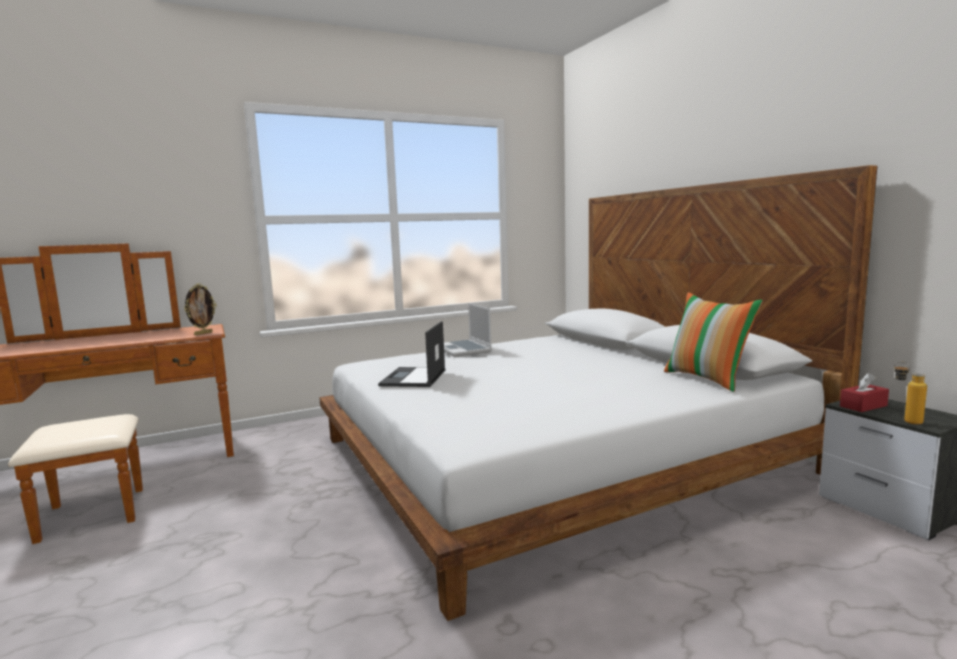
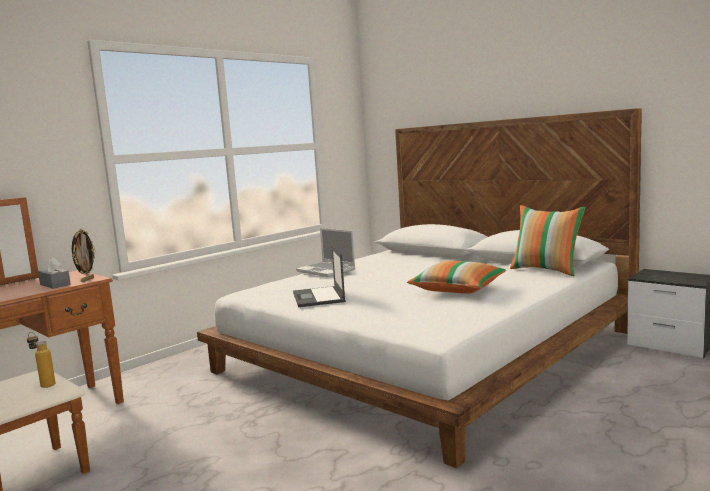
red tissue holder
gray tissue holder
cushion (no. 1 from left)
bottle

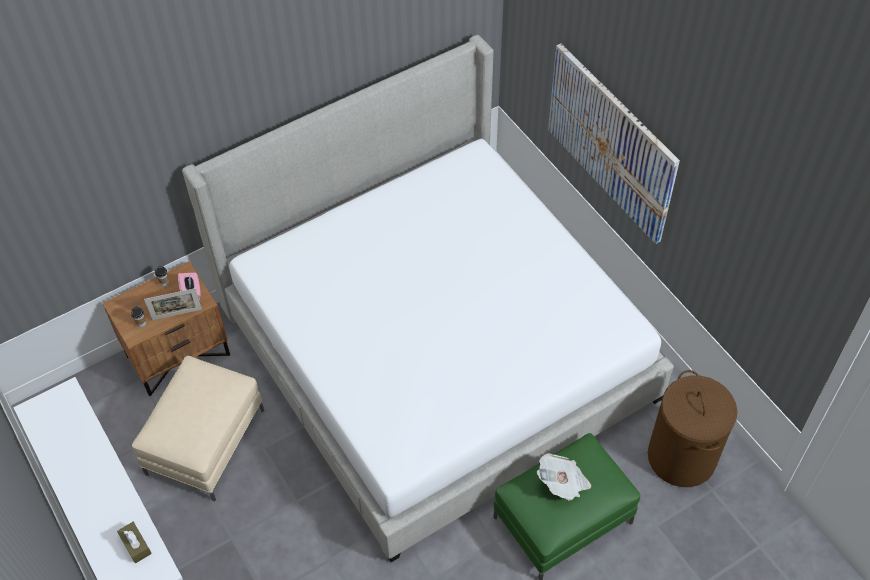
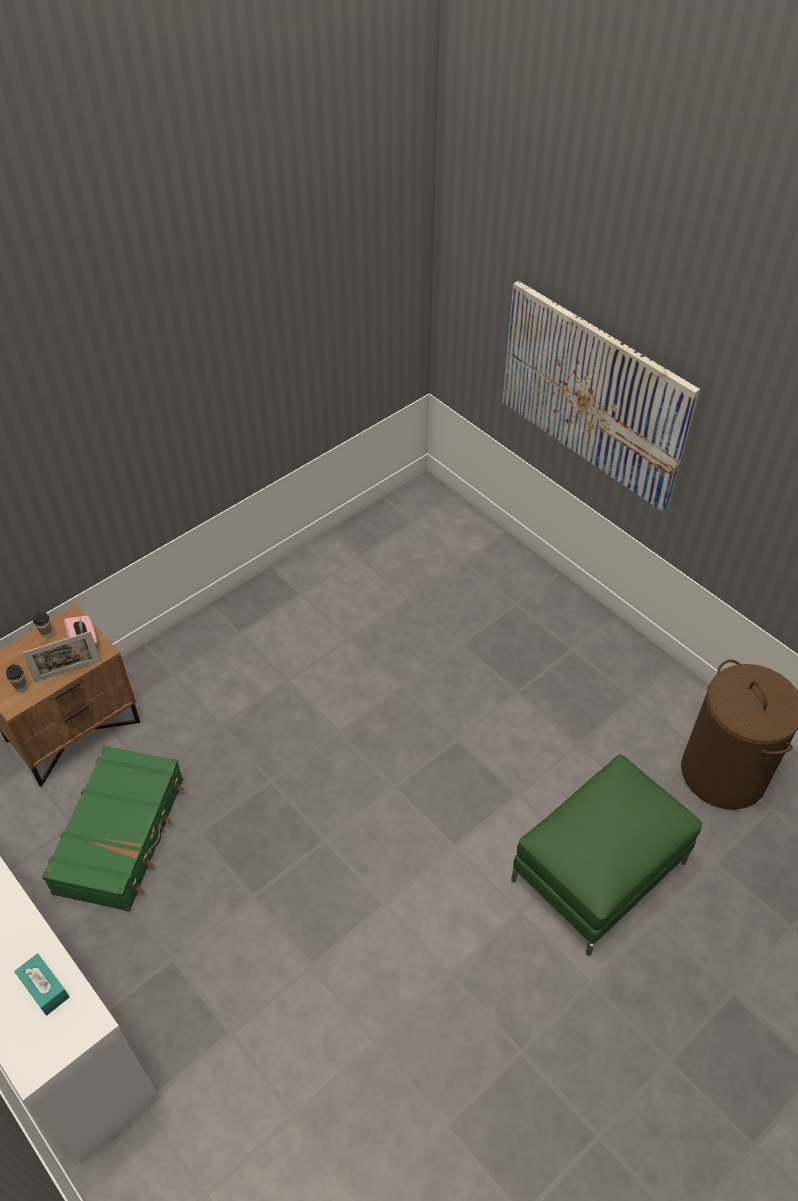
bedroom bed
daily paper
green-coloured piece of luggage
blue-green tissue holder

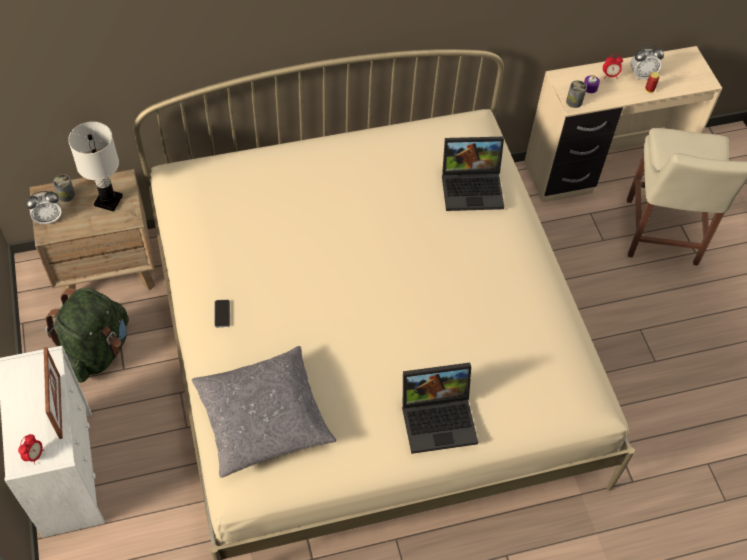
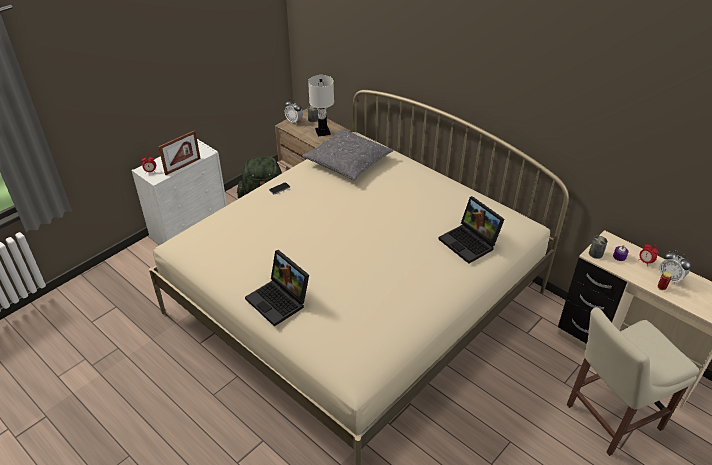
gray cushion

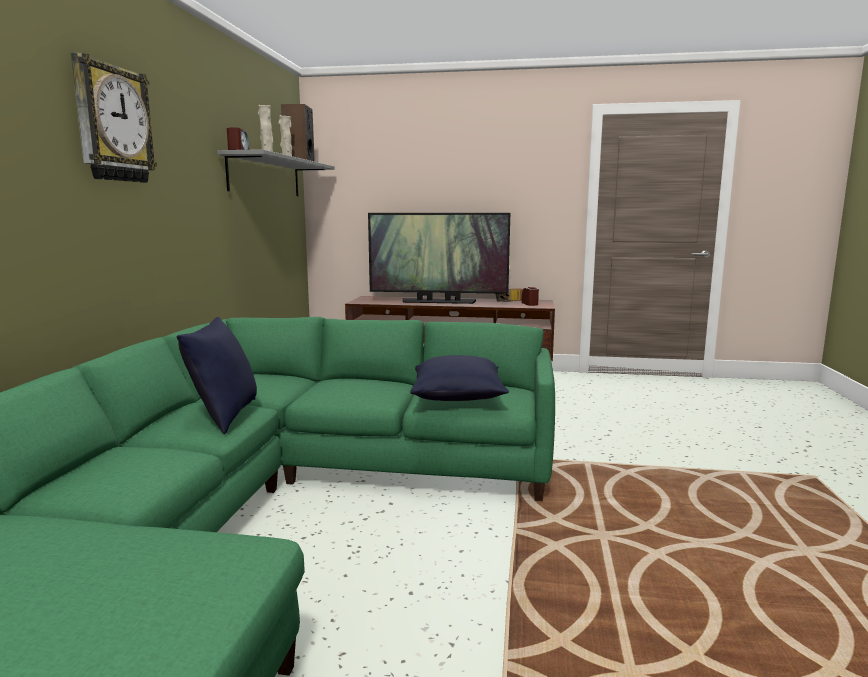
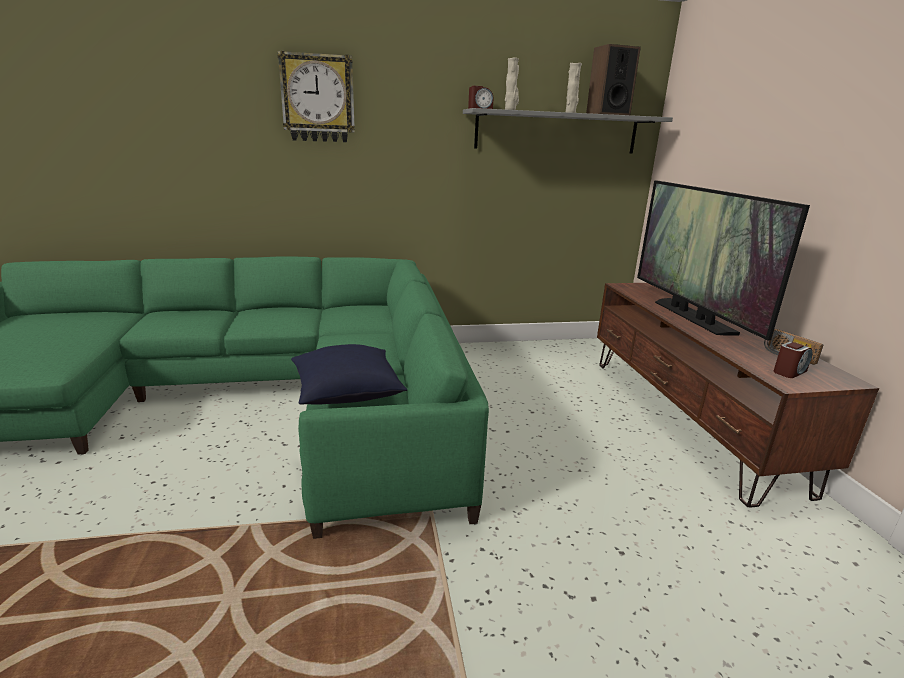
bluish cushion (no. 1 from left in the first image)

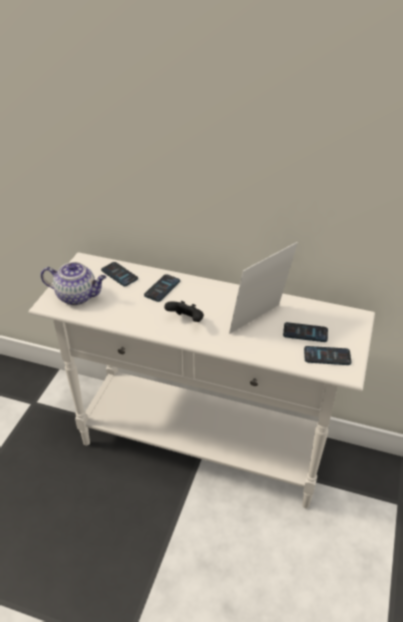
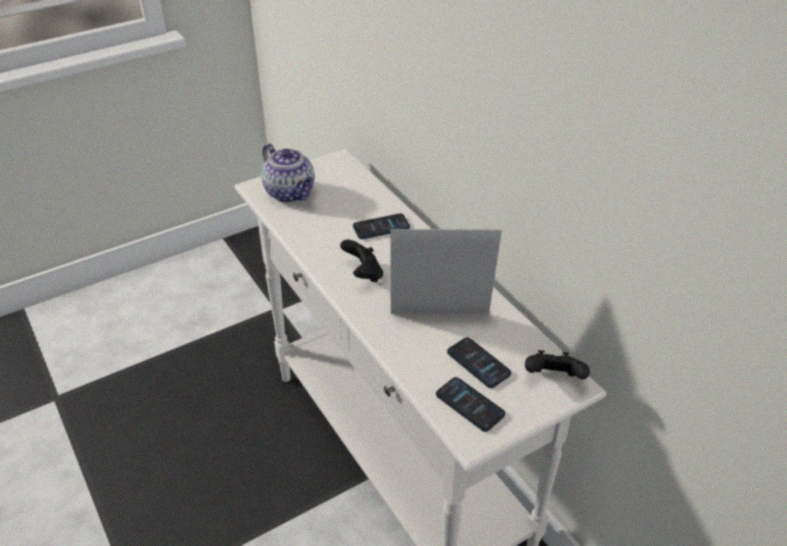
handset (no. 1 from left in the first image)
black-coloured game controller (no. 2 from left)

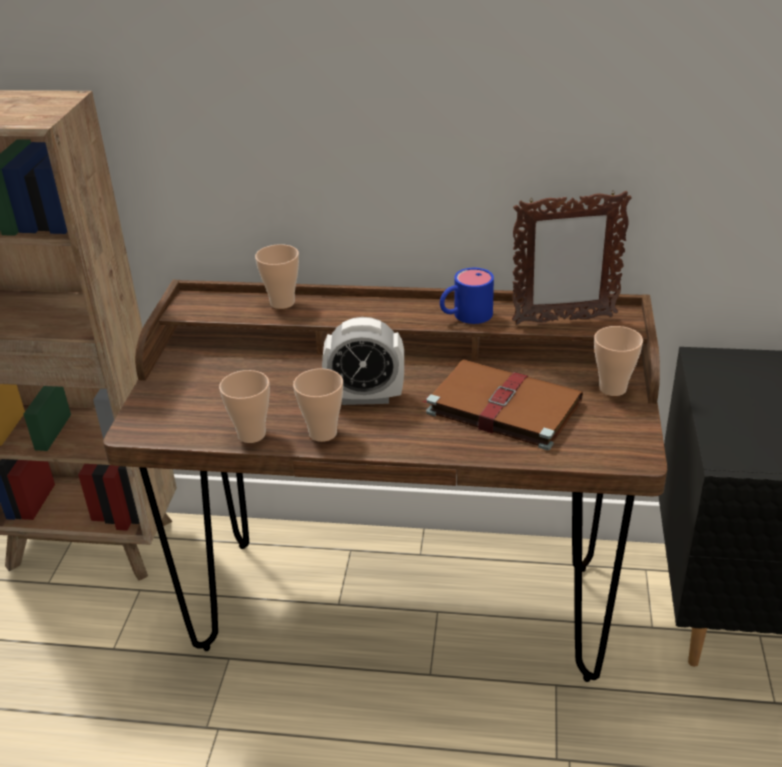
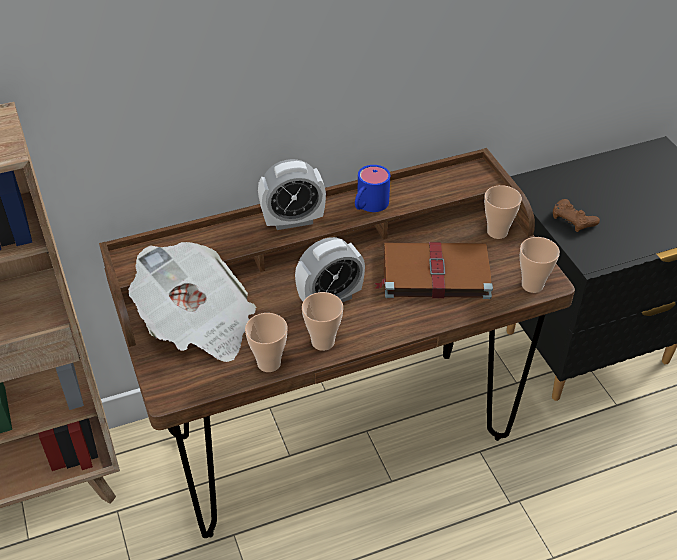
photo frame
daily paper
bedside clock (no. 1 from left)
brown game controller
small cup (no. 4 from left)

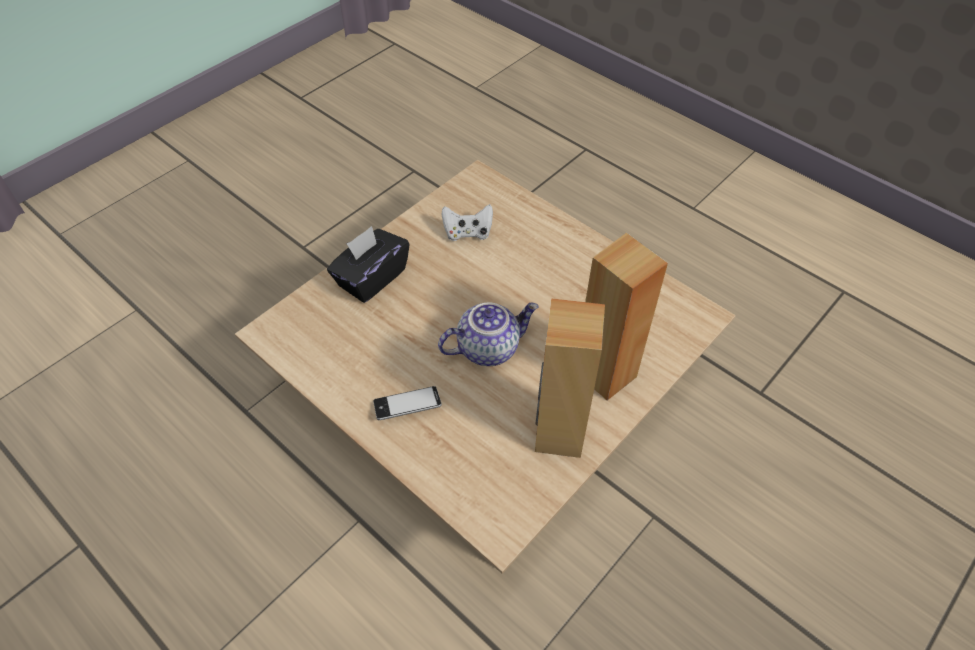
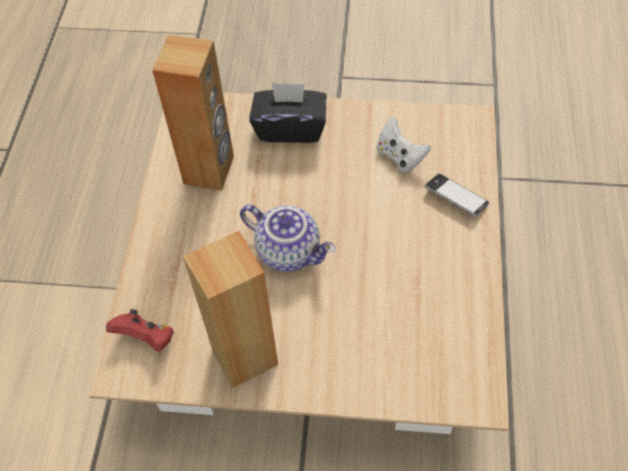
red game controller
handset
brown audio speaker (no. 1 from left)

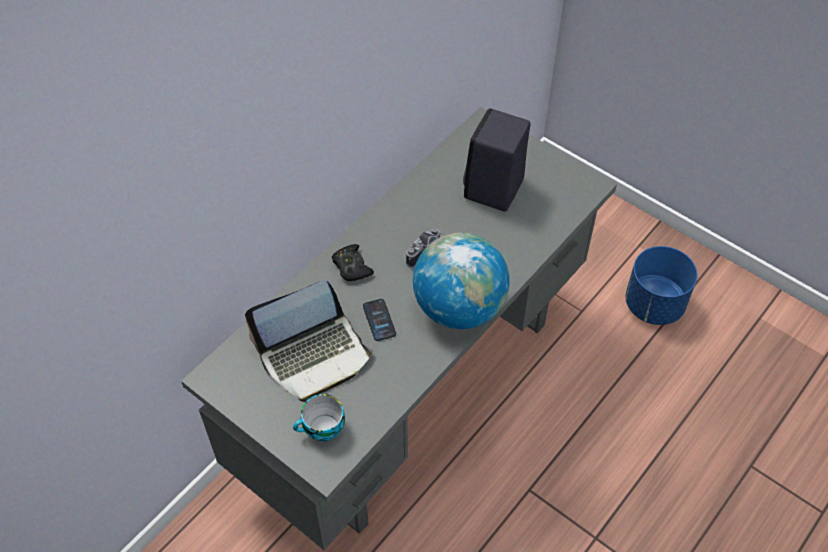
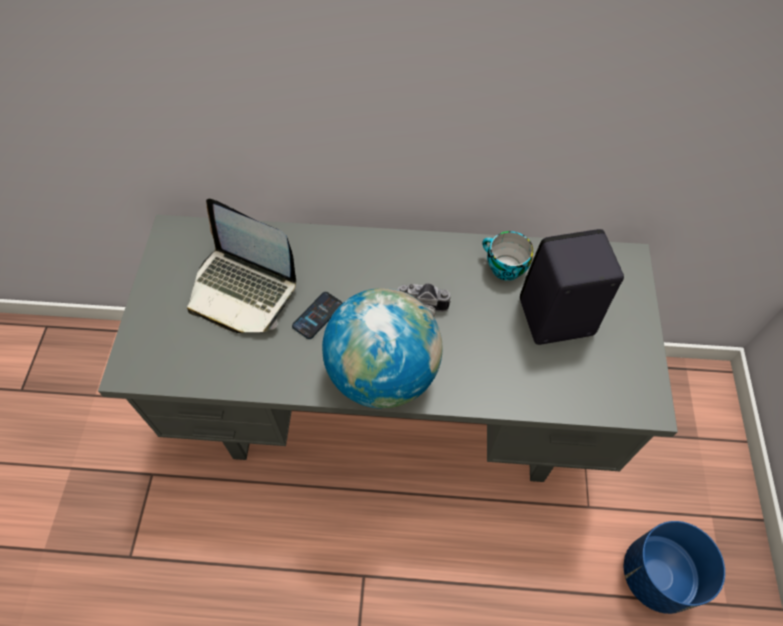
black-coloured game controller
small cup

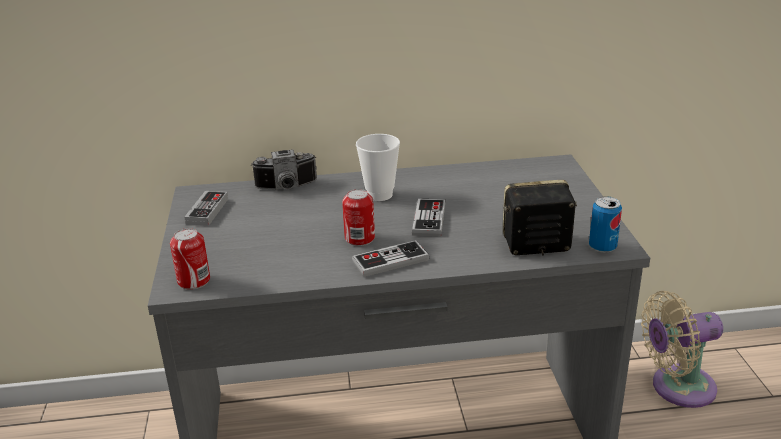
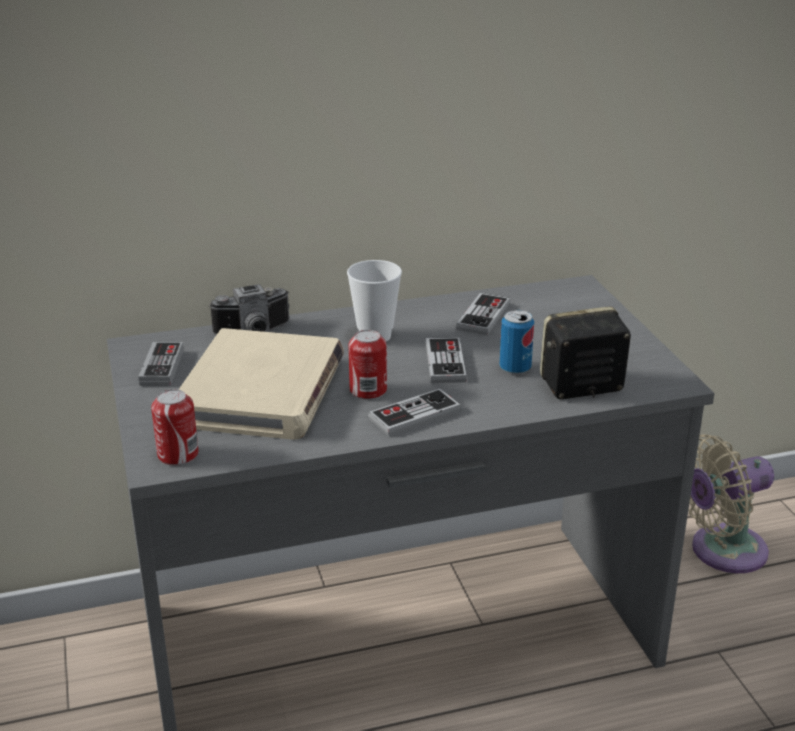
beige-coloured volume
game controller (no. 4 from left)
metal can (no. 3 from left)

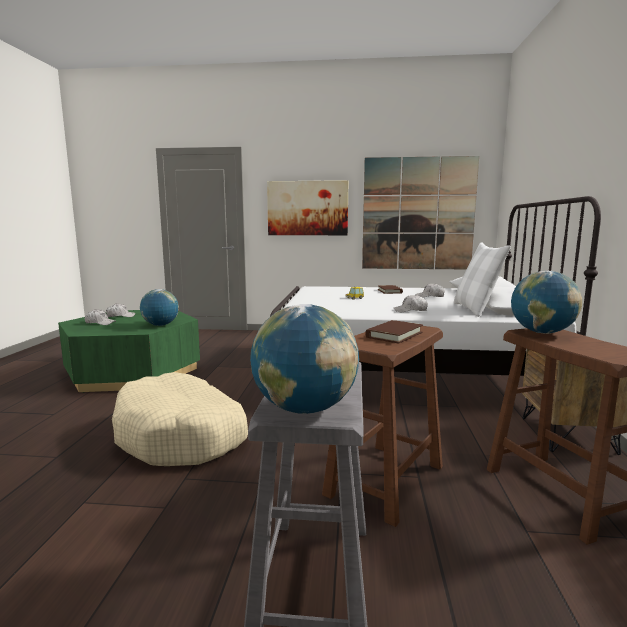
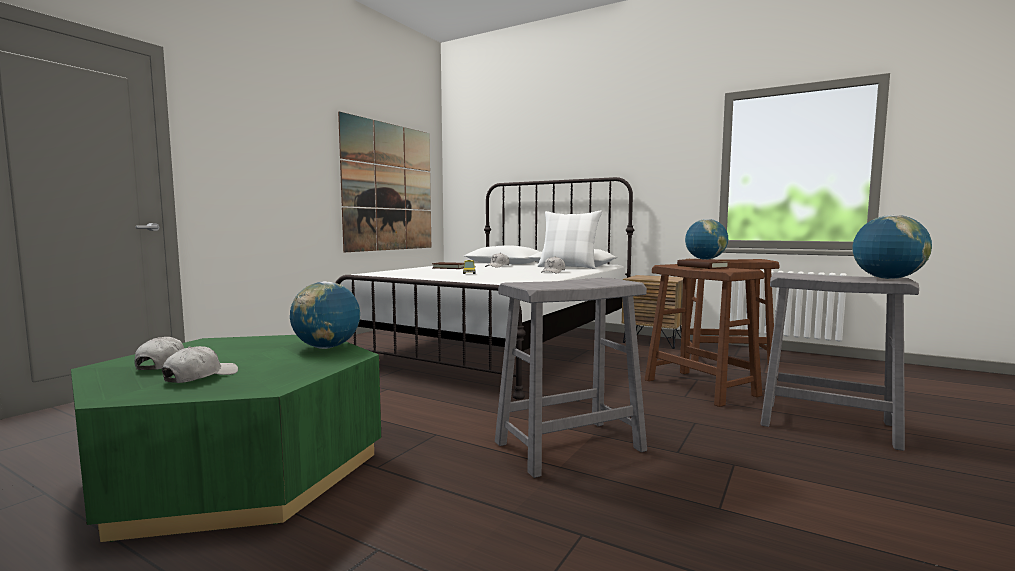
wall art (no. 1 from left in the first image)
gray sitting stool (no. 1 from left)

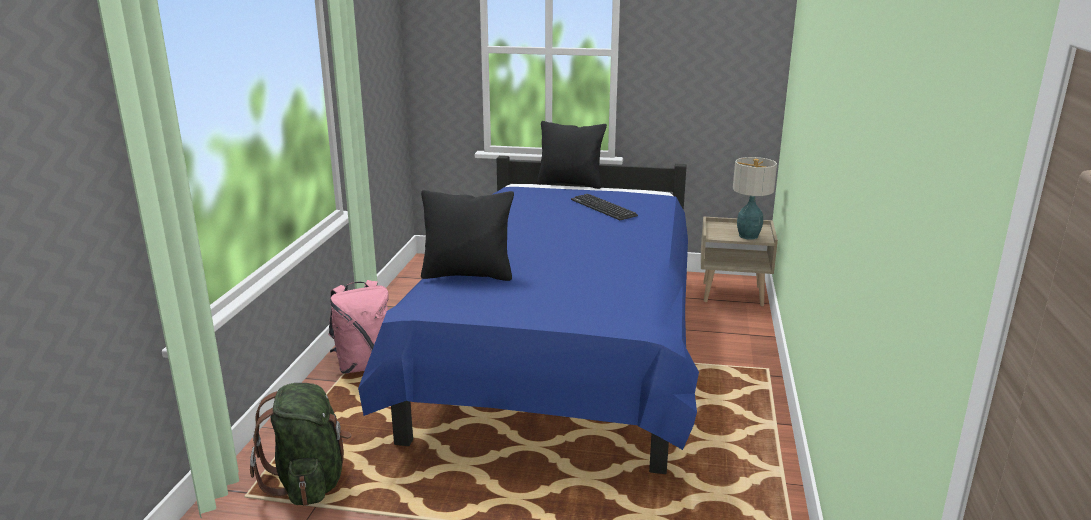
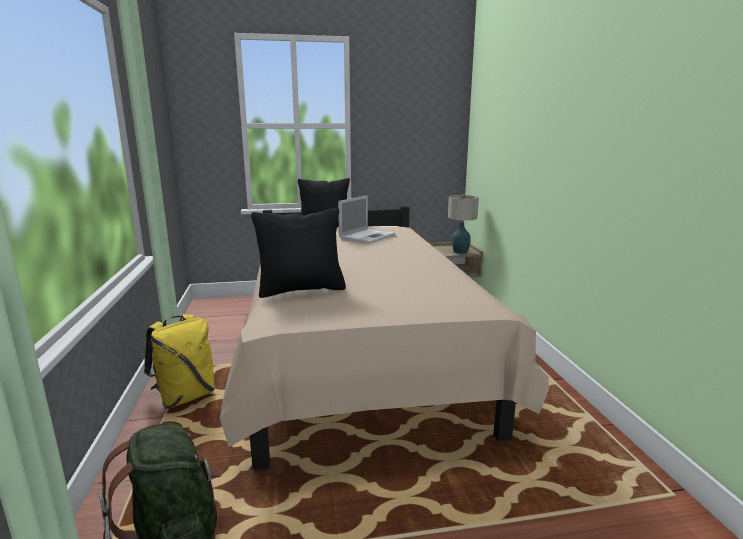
laptop
yellow rucksack
beige-coloured bedroom bed

